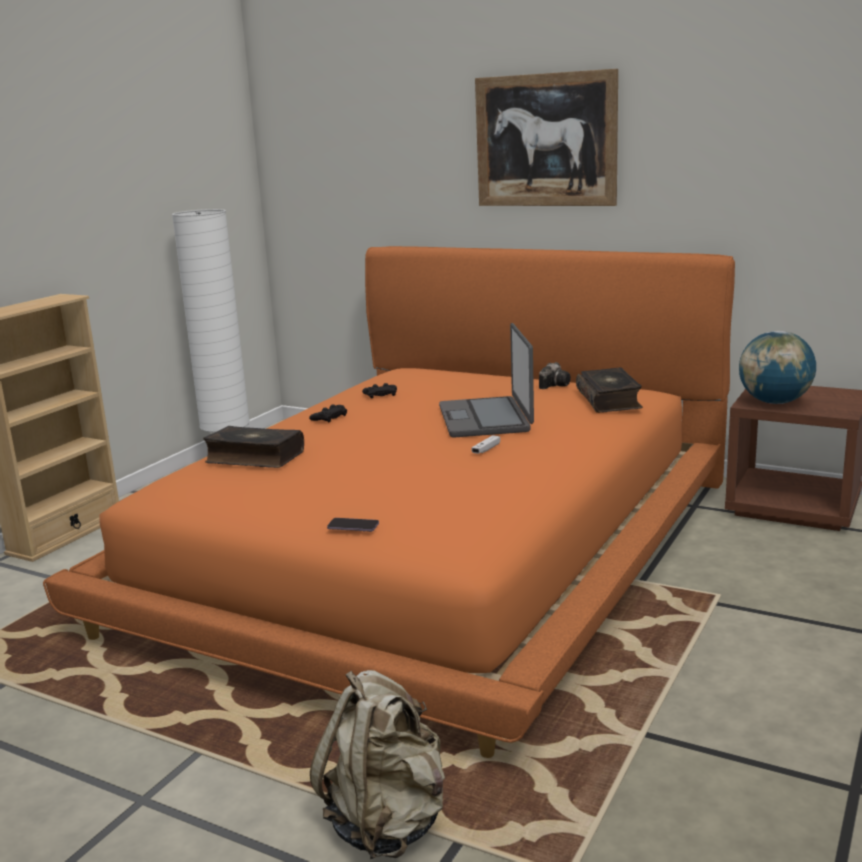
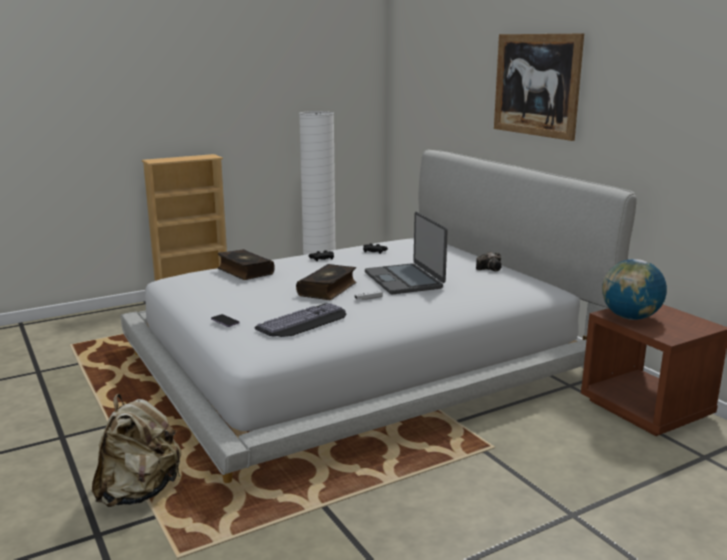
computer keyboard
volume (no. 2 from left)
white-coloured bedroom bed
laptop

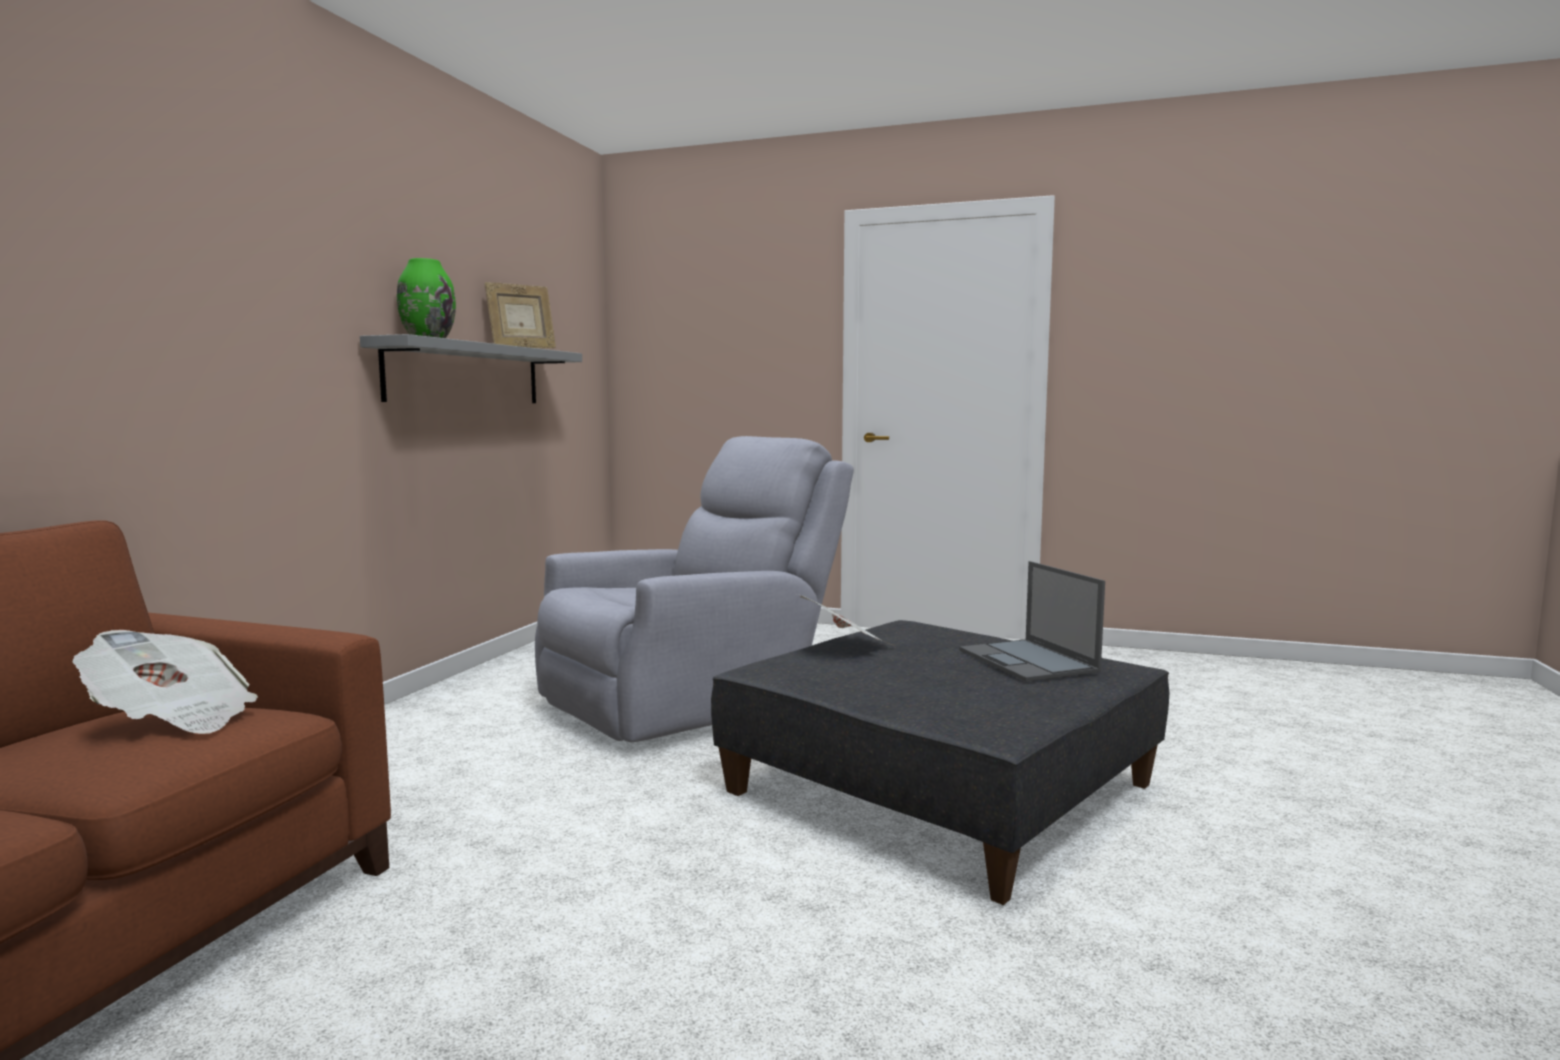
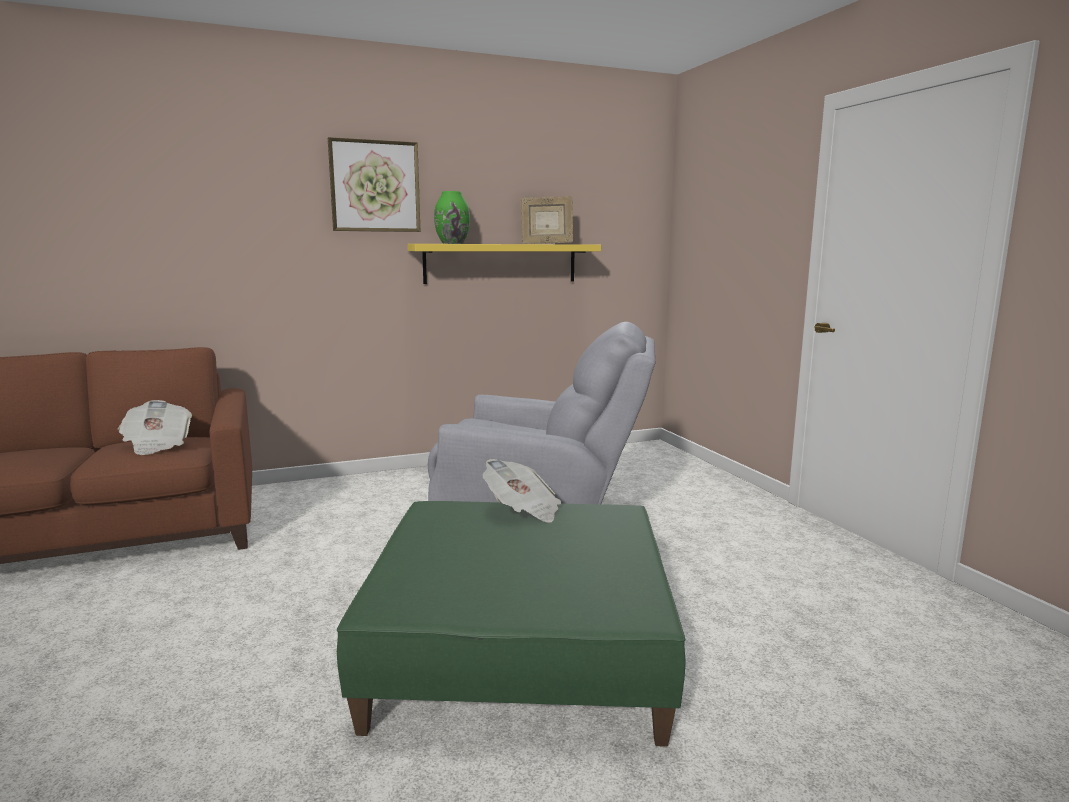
laptop
wall art
yellow shelf
green-coloured ottoman

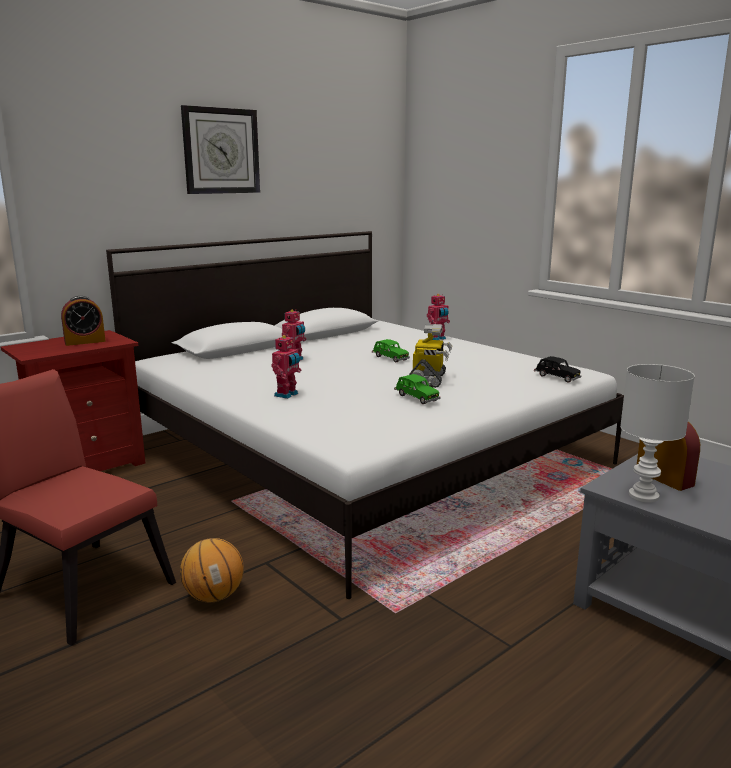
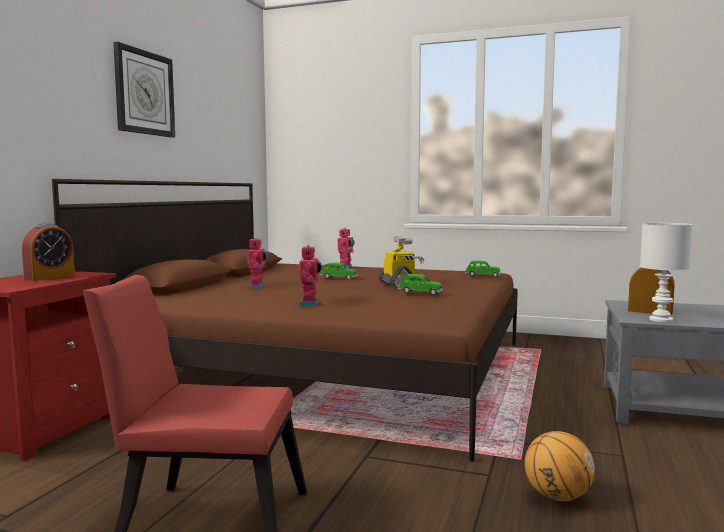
basketball ball
brown bedroom bed
green-coloured model car (no. 3 from left)

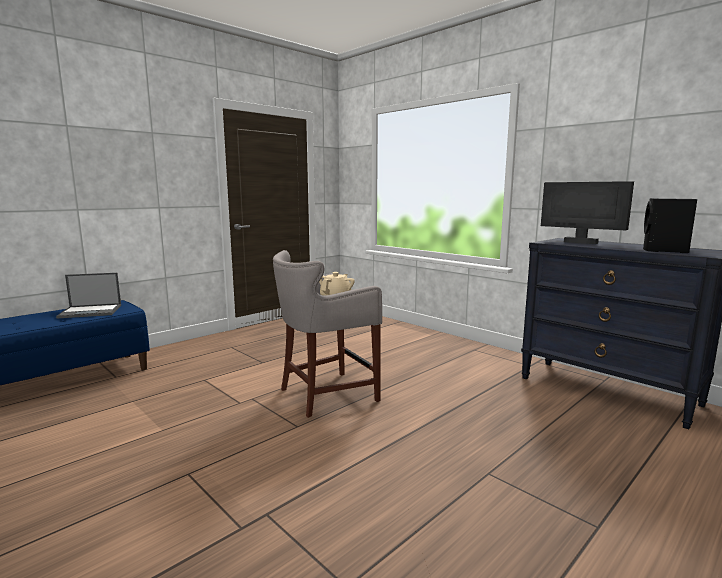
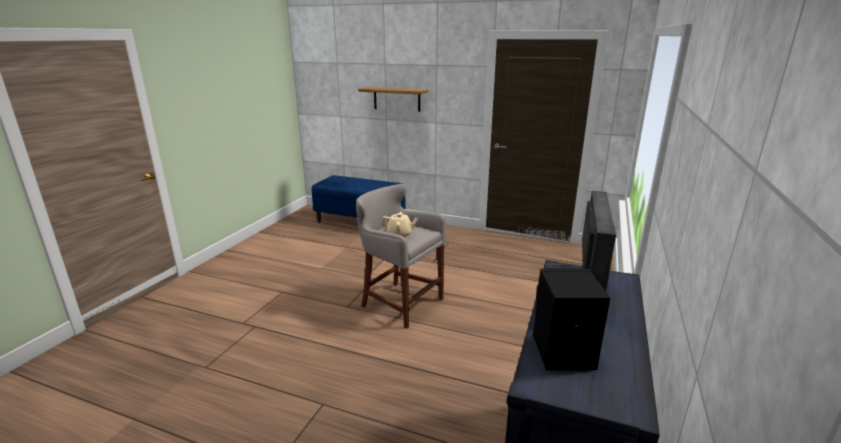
laptop
shelf

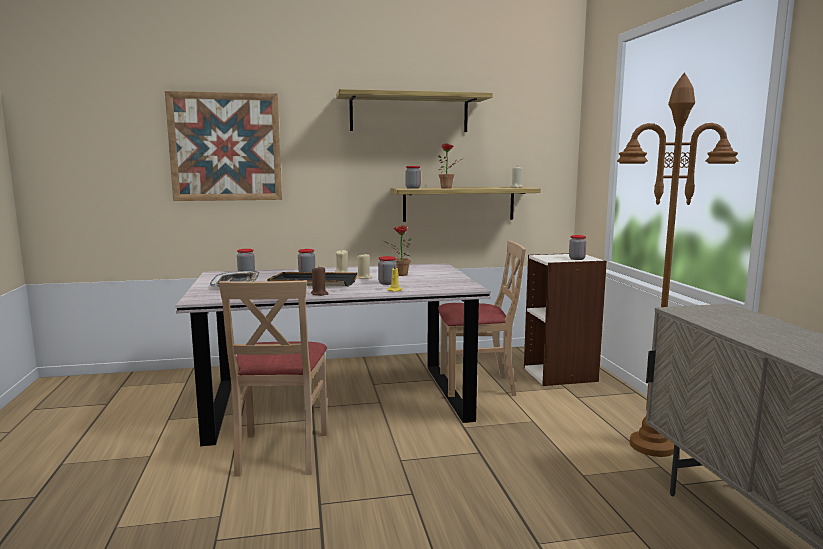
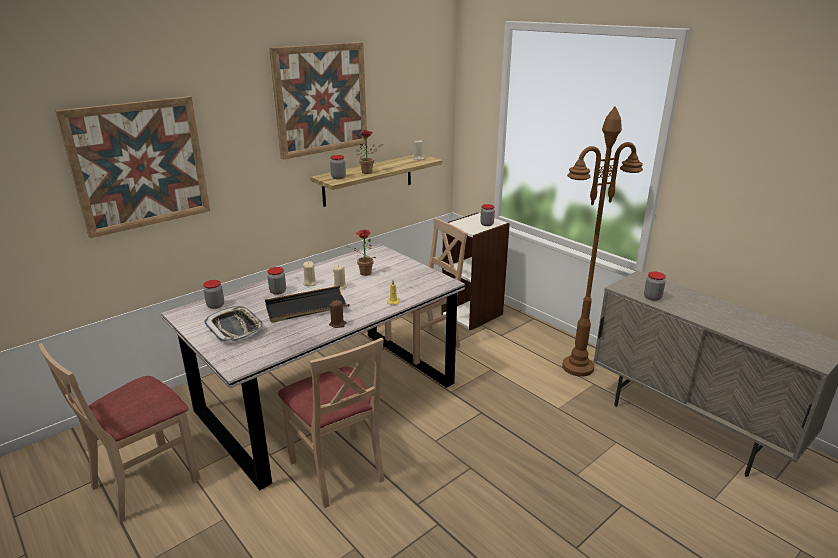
beige-coloured plain chair (no. 1 from left)
storage jar (no. 5 from left)
wall art (no. 2 from left)

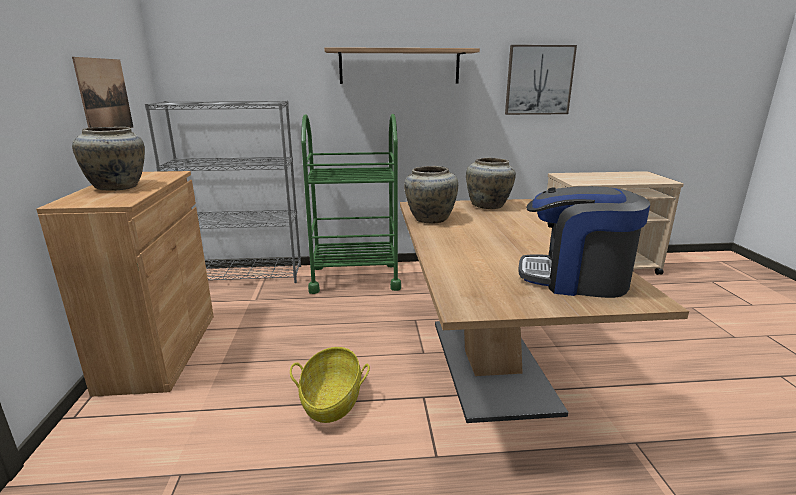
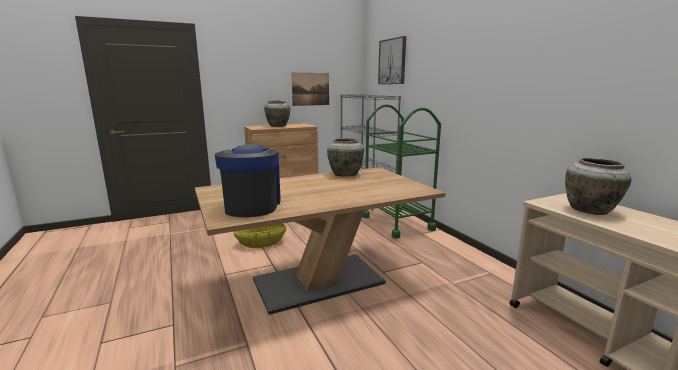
shelf
beige-coloured decorative vase (no. 3 from left)
wall art (no. 2 from left)

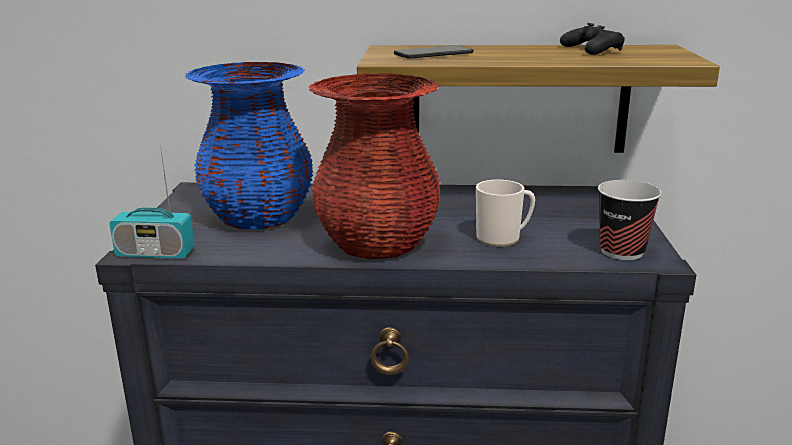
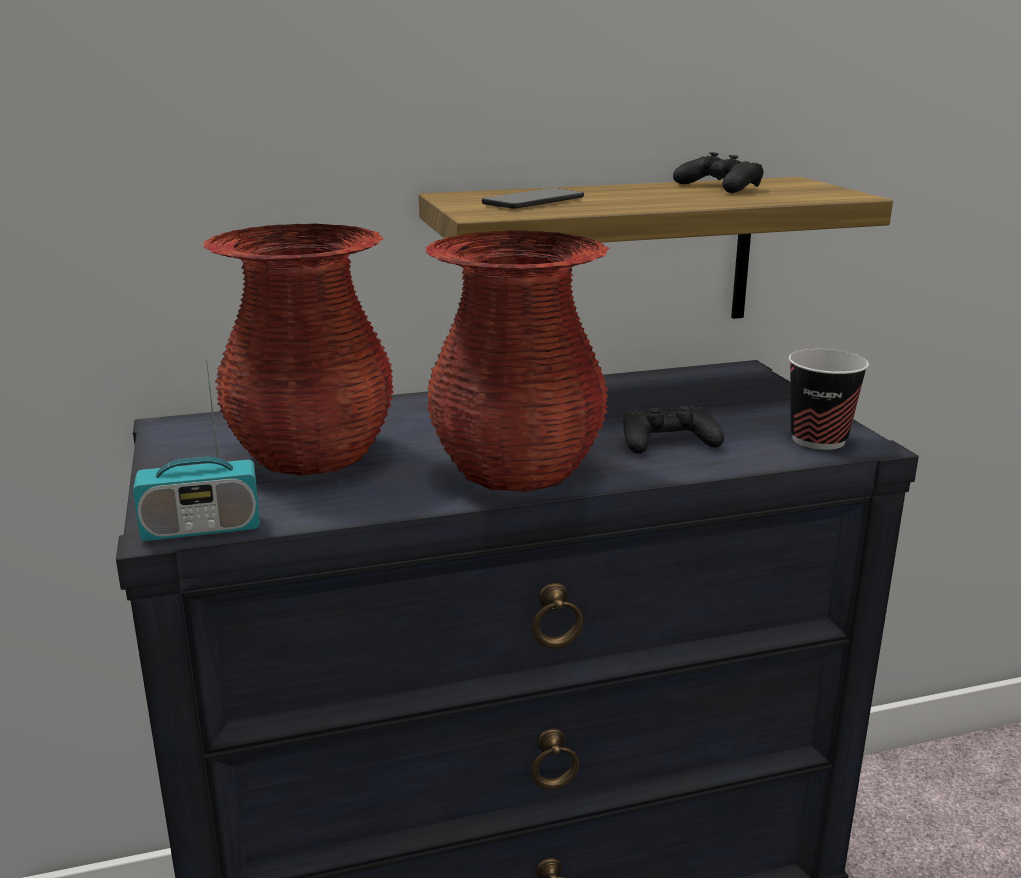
black-coloured game controller (no. 1 from left)
red decorative vase (no. 1 from left)

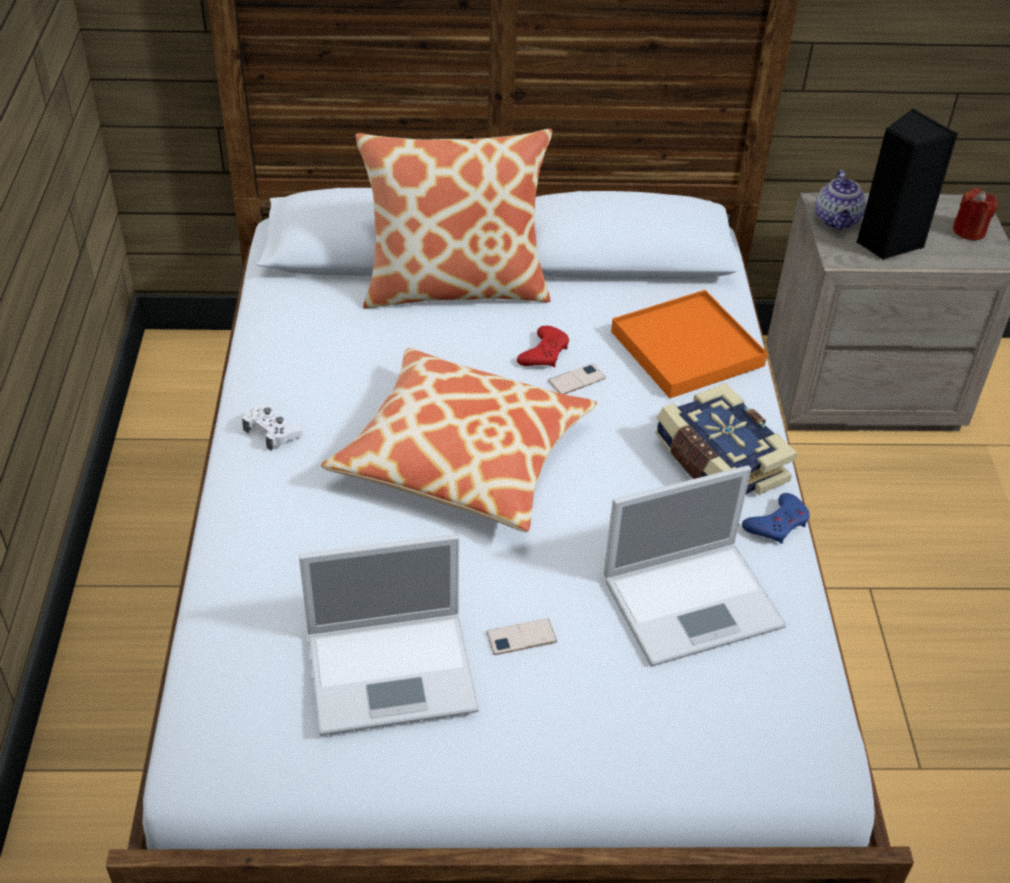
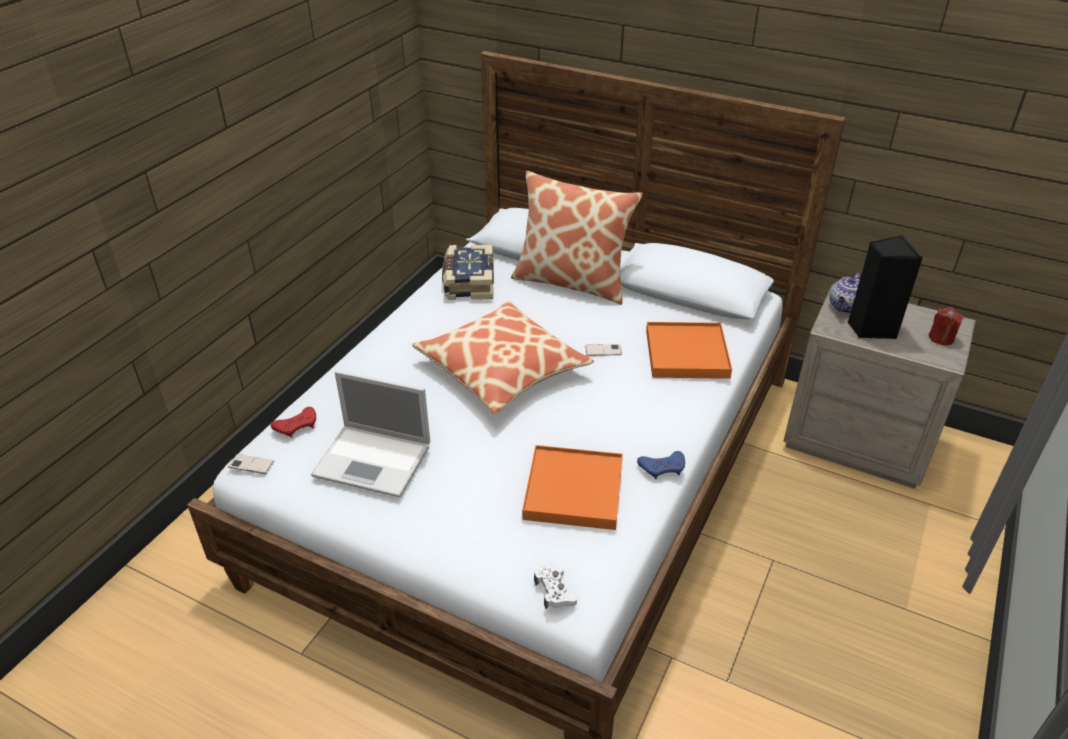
white-coloured game controller
handset (no. 1 from left)
red game controller
volume
orangey carrying tray (no. 1 from left)

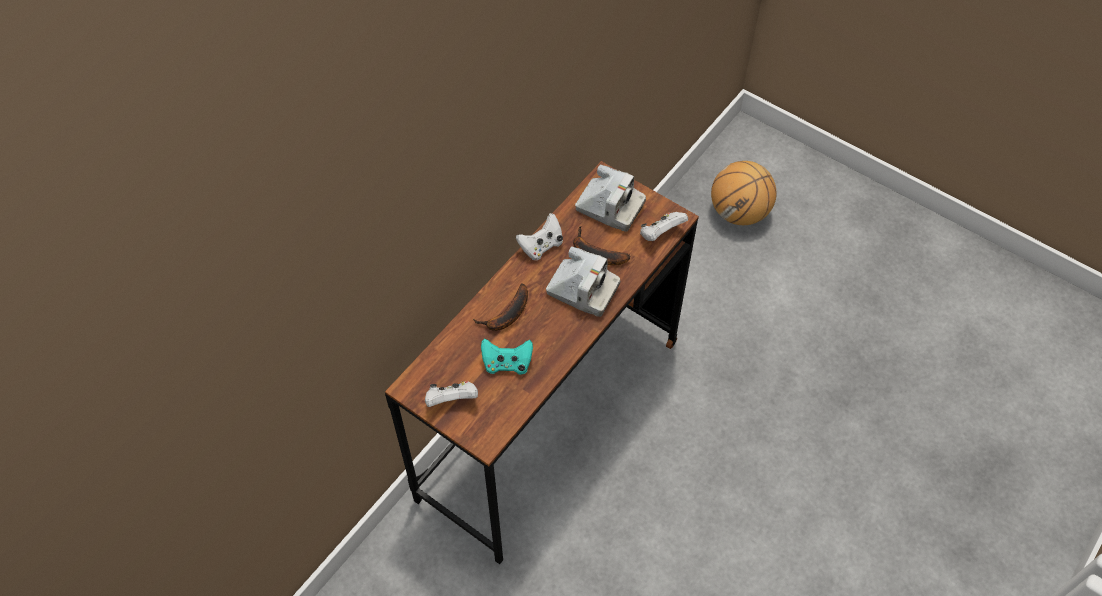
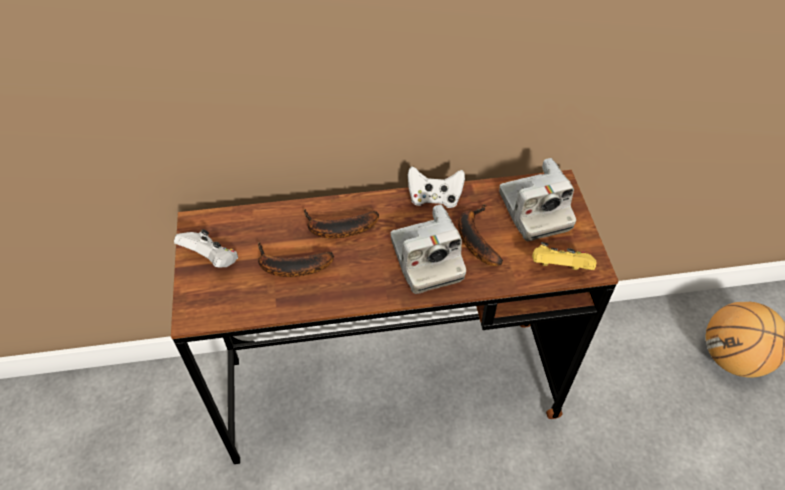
banana (no. 1 from left)
yellow game controller

